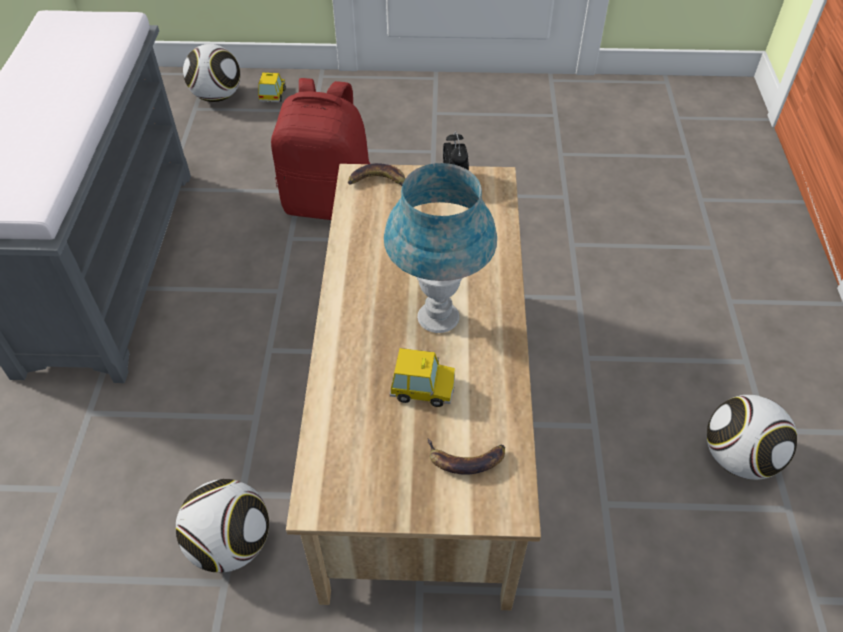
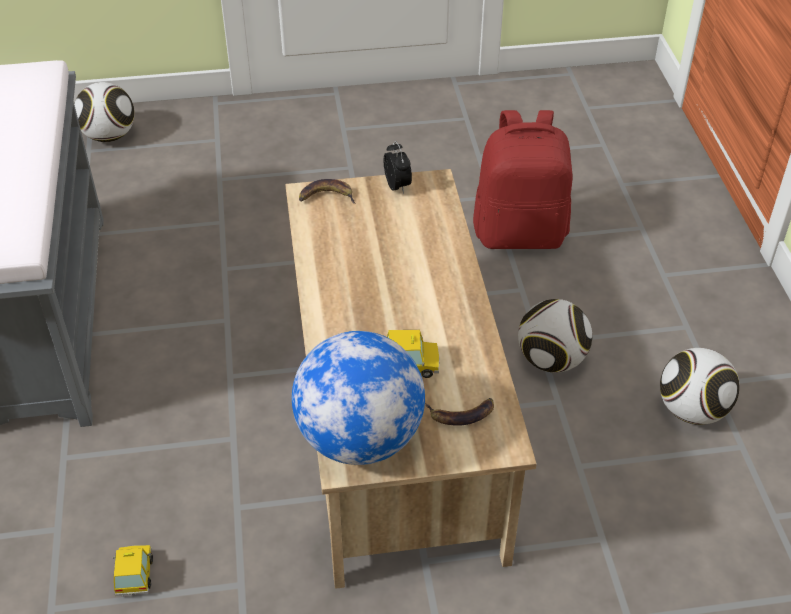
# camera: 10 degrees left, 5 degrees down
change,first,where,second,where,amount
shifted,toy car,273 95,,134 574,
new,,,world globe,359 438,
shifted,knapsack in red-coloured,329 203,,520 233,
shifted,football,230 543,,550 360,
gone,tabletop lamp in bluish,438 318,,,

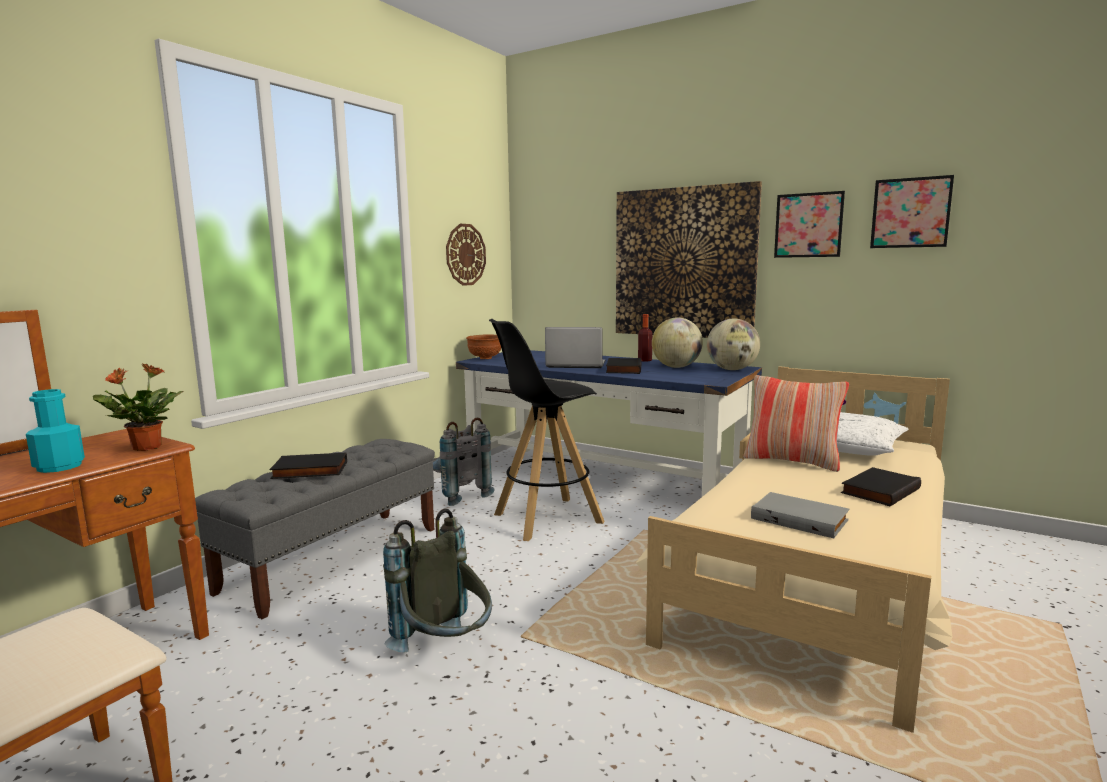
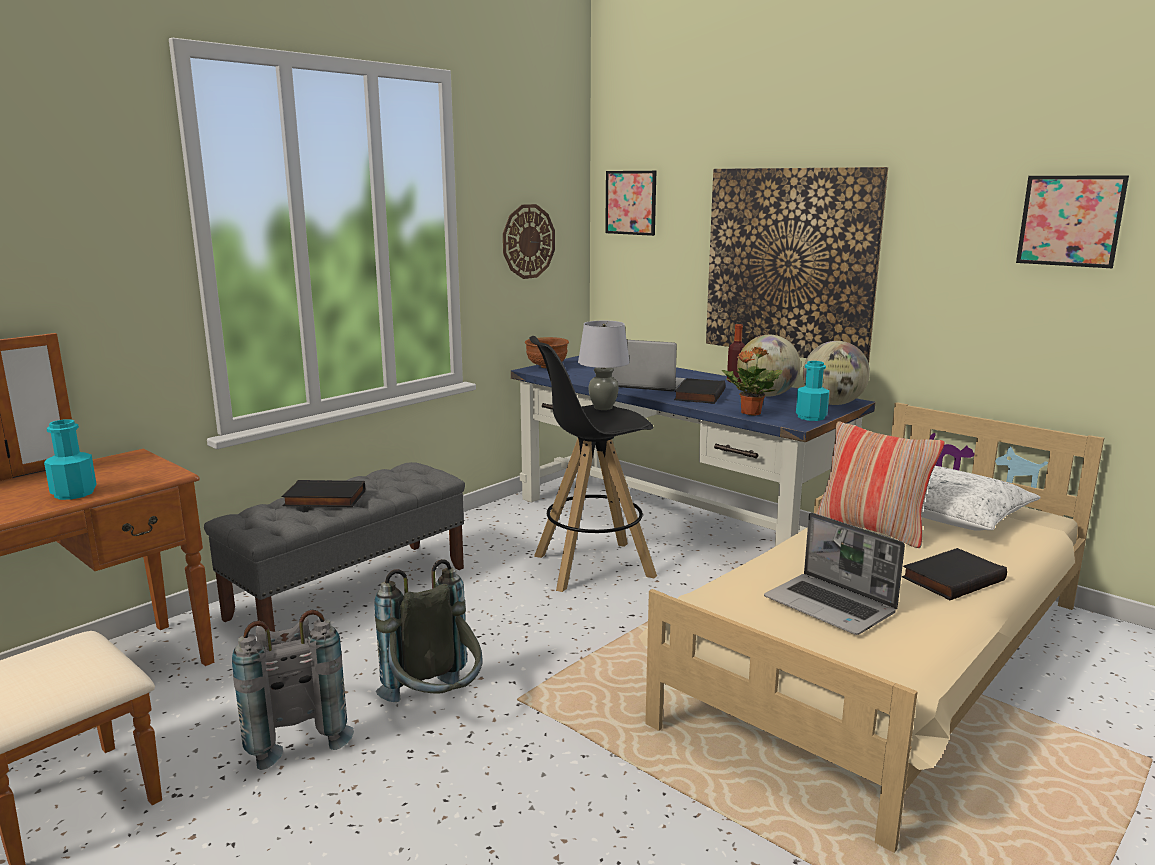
# camera: 10 degrees right, 5 degrees up
change,first,where,second,where,amount
shifted,knapsack in greyish,458 495,,293 734,
new,,,tabletop lamp in greyish,603 407,
shifted,wall picture,808 225,,631 202,
shifted,plant in a pot,145 448,,750 413,
swapped,book in greyish,800 519,notebook computer,831 606,
new,,,drink bottle in turquoise,811 417,

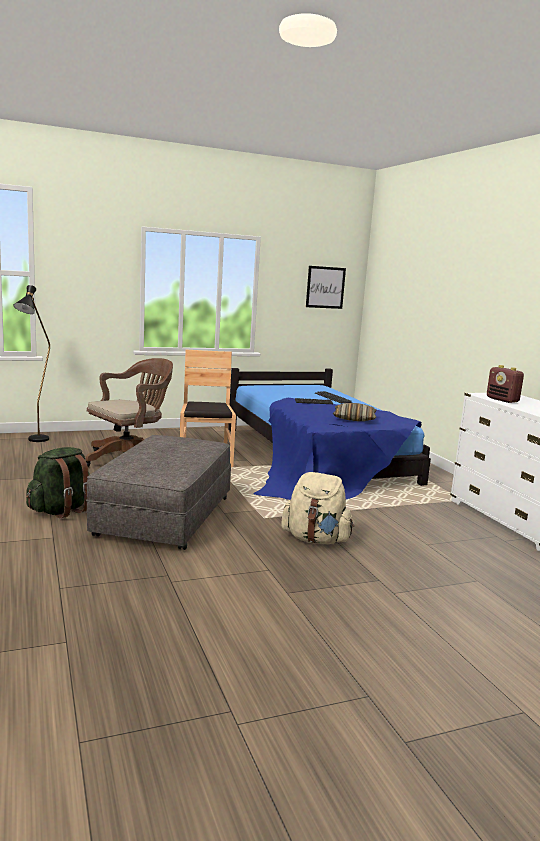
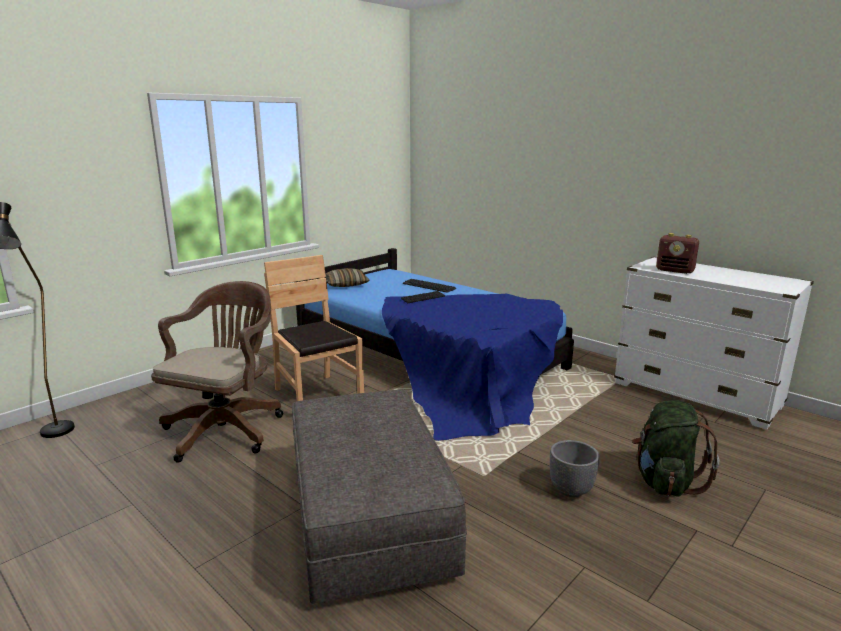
# camera: 25 degrees left, 5 degrees up
change,first,where,second,where,amount
shifted,pillow,354 419,,346 284,
swapped,knapsack in beige,316 539,plant pot in greyish,571 490,
shifted,knapsack in green-coloured,62 510,,665 481,
gone,wall picture,325 287,,,

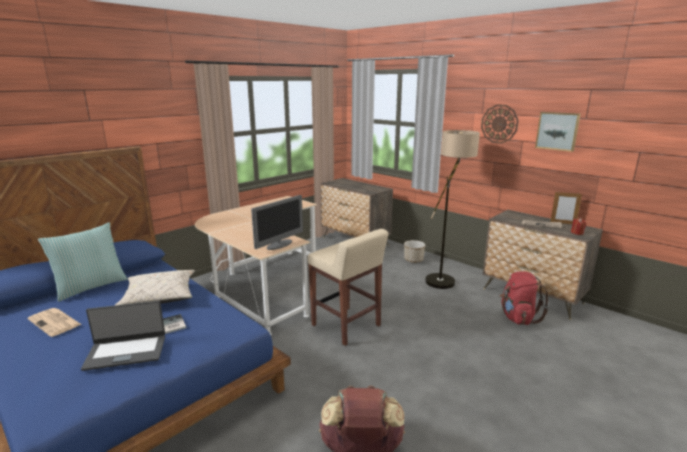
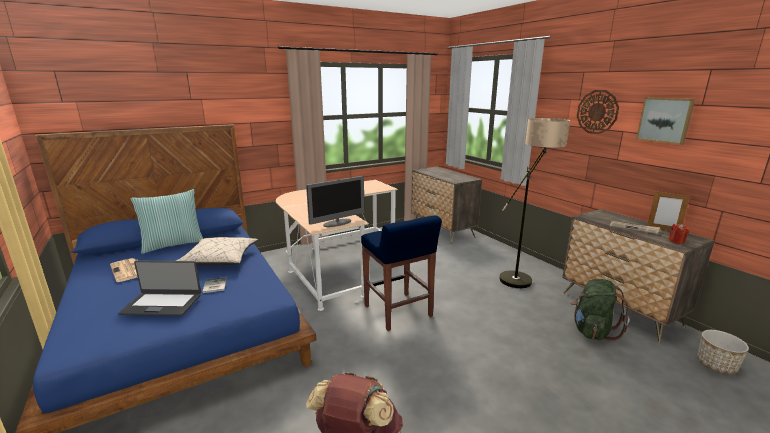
# camera: 15 degrees right, 0 degrees up
change,first,where,second,where,amount
repainted,stool in beige,347 326,stool in bluish,398 312,
repainted,knapsack in red-coloured,518 317,knapsack in green-coloured,592 331,
shifted,plant pot,413 260,,716 365,

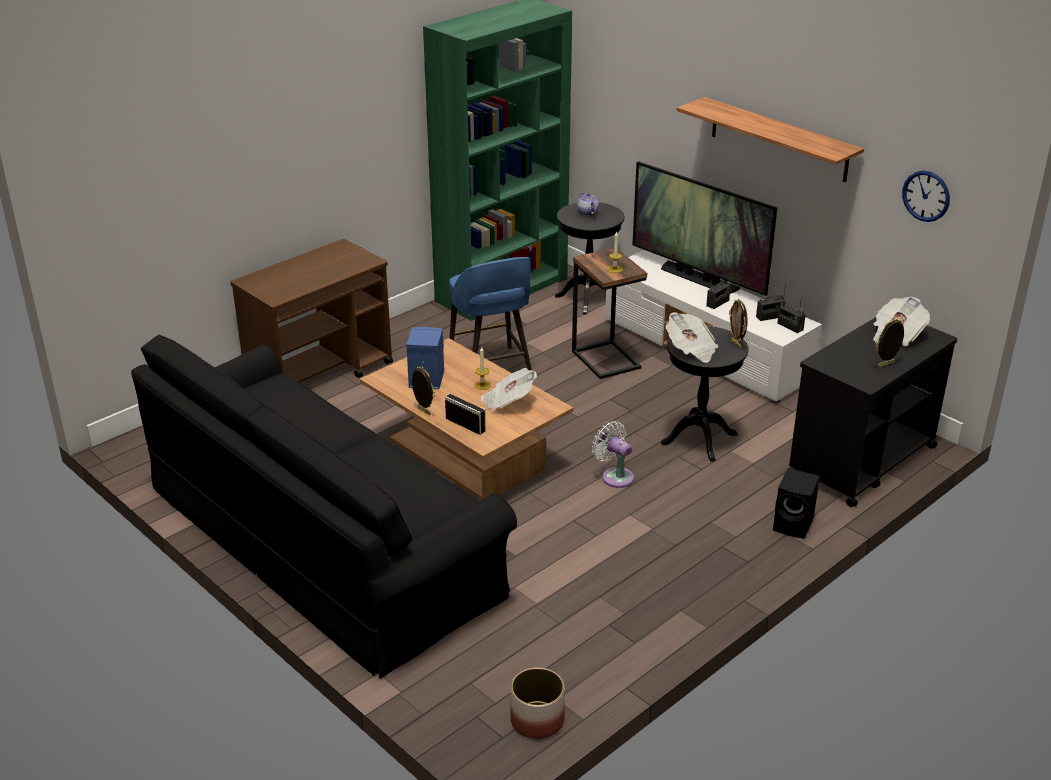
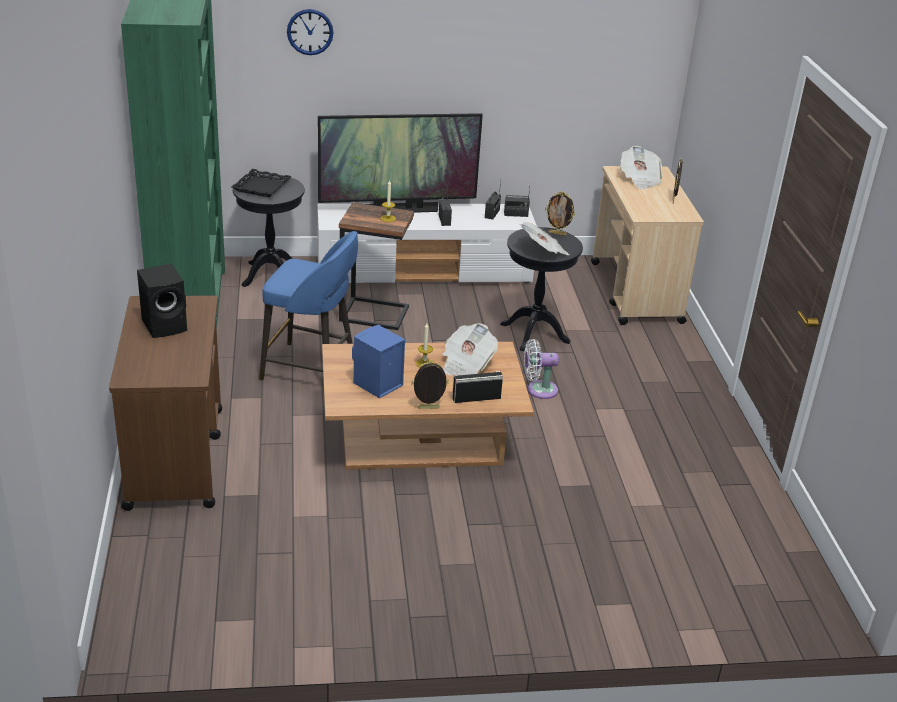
# camera: 55 degrees left, 0 degrees up
change,first,where,second,where,amount
shifted,audio speaker in black-coloured,794 525,,166 325,
swapped,tea pot,587 212,carrying tray in black-coloured,262 187,
shifted,clock on the wall,926 196,,310 32,
repainted,cart in black-coloured,861 461,cart in beige,636 293,
gone,settee in black-coloured,322 540,,,
gone,plant pot,537 721,,,
gone,shelf,778 139,,,

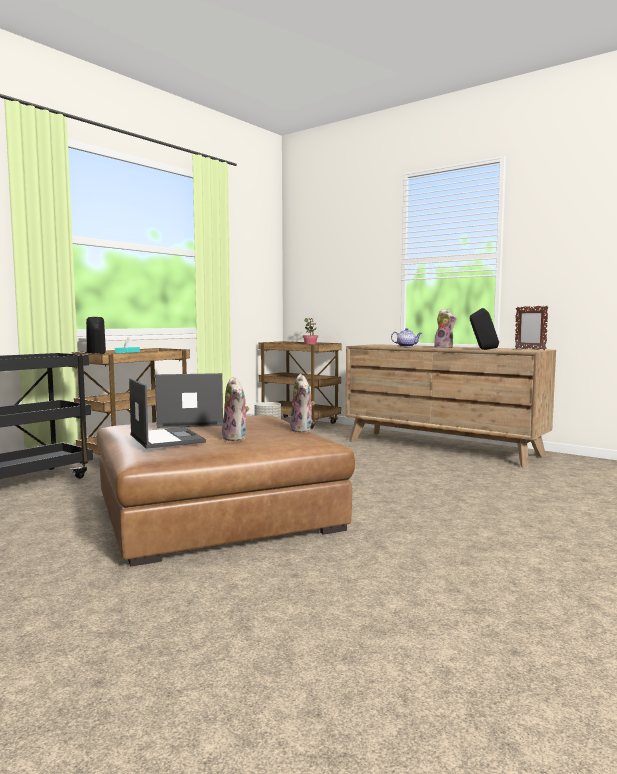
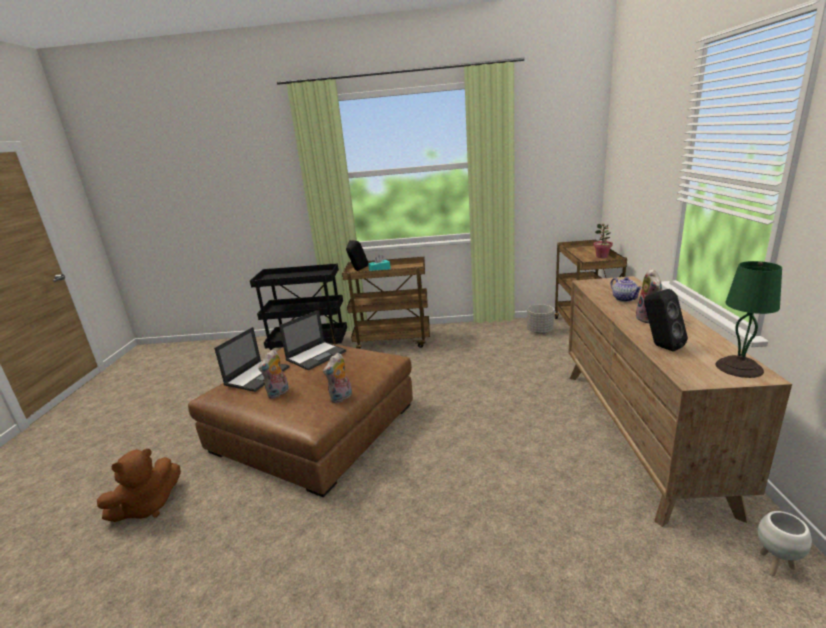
# camera: 55 degrees right, 15 degrees up
change,first,where,second,where,amount
new,,,cuddly toy in brown-coloured,148 507,
rotated,notebook computer,189 422,,316 355,90 degrees clockwise
swapped,standing frame,530 349,tabletop lamp in green-coloured,740 368,
new,,,plant pot in white-coloured,775 565,

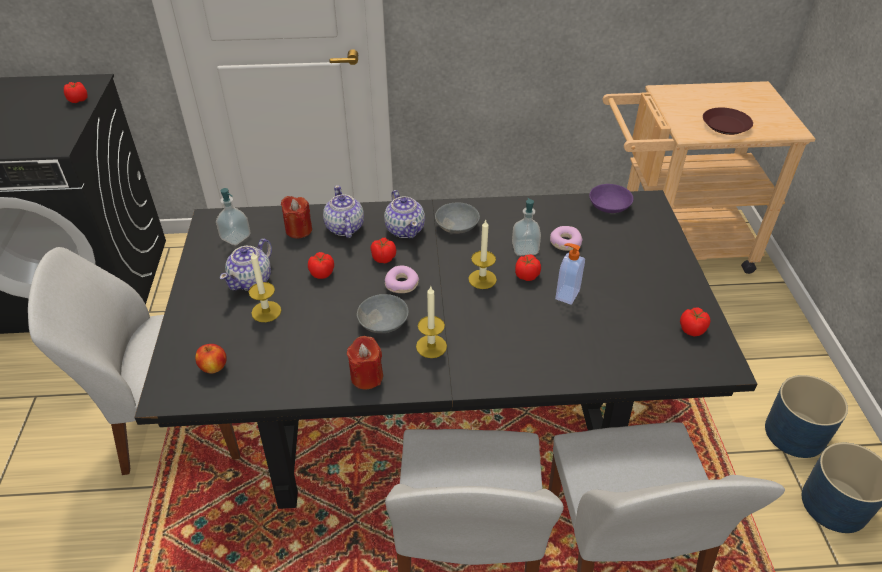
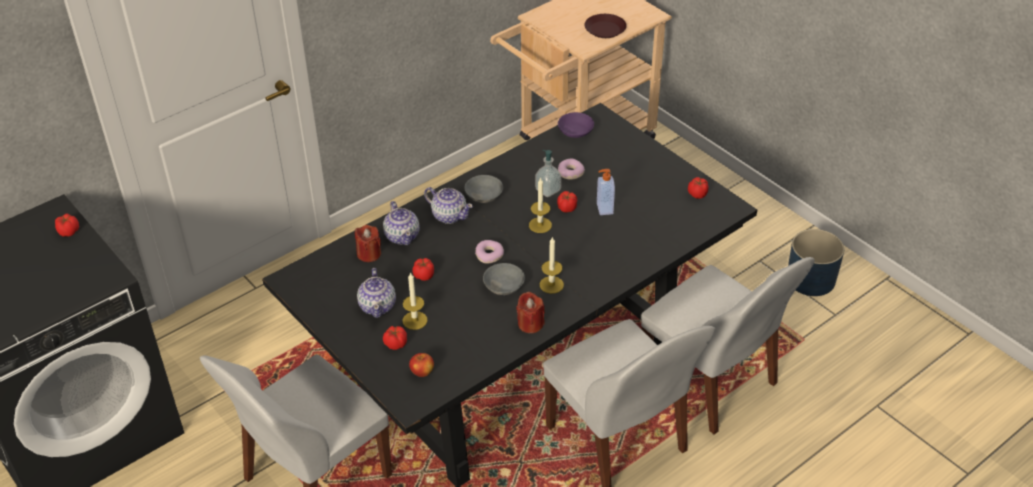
# camera: 35 degrees left, 0 degrees up
change,first,where,second,where,amount
rotated,tea pot,344 228,,402 236,150 degrees counterclockwise
shifted,whole tomato,383 258,,395 344,
gone,liquid soap bottle,235 237,,,
gone,plant pot in bluish,795 434,,,

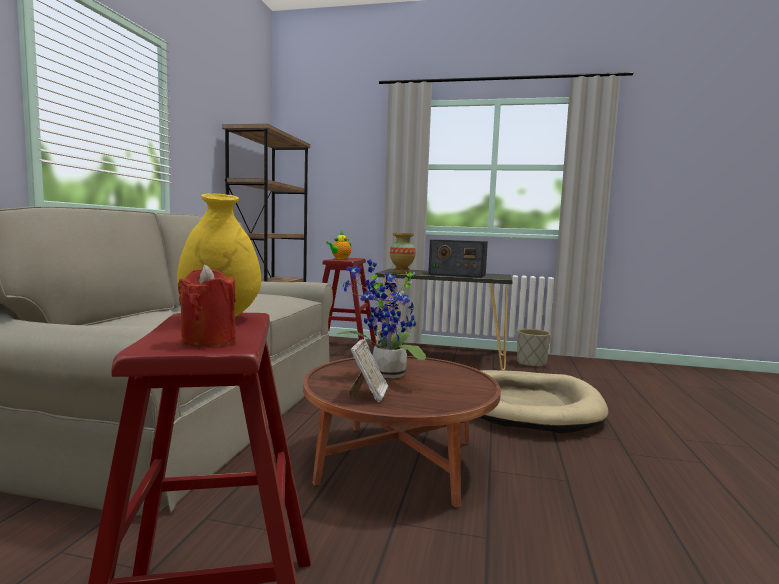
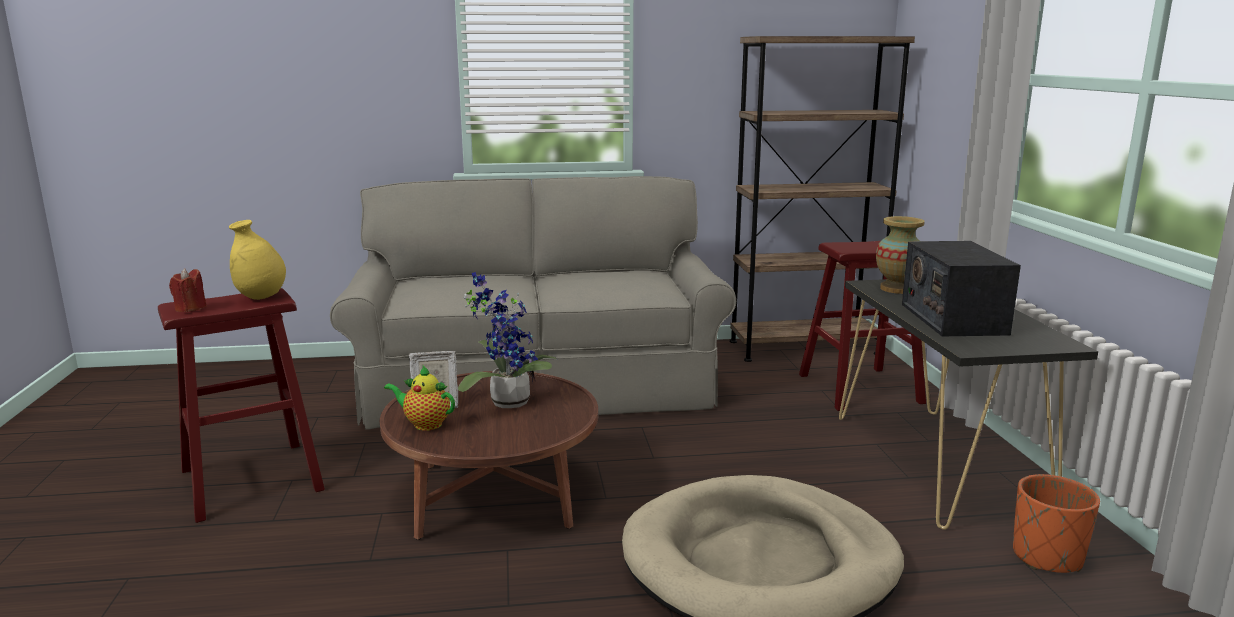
# camera: 70 degrees right, 10 degrees up
change,first,where,second,where,amount
shifted,tea pot,340 258,,424 424,
repainted,plant pot in greyish,531 363,plant pot in orange,1047 557,

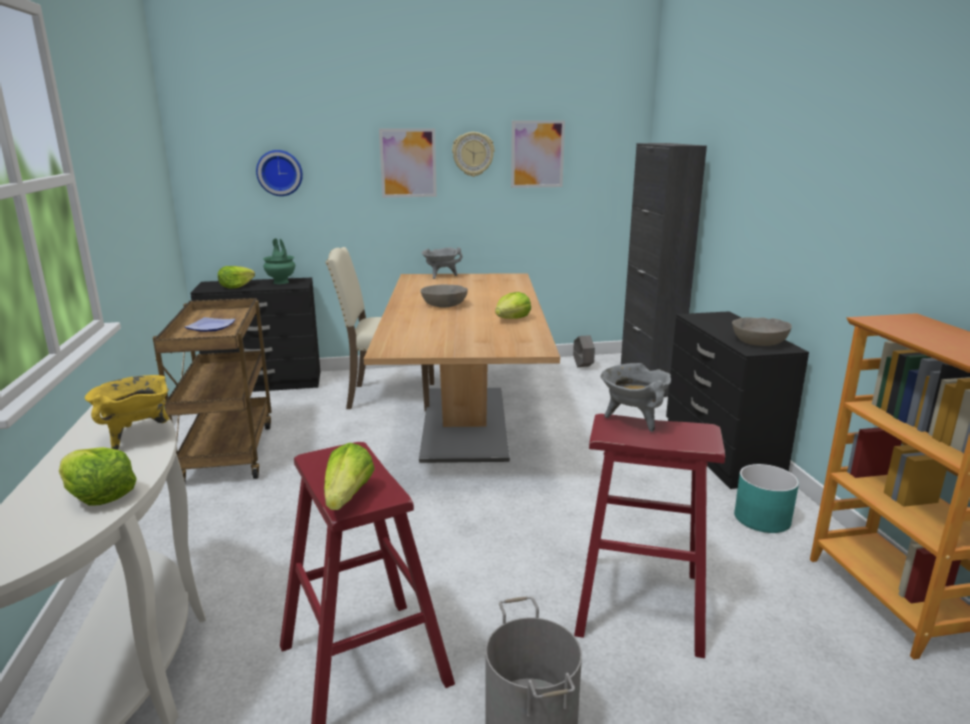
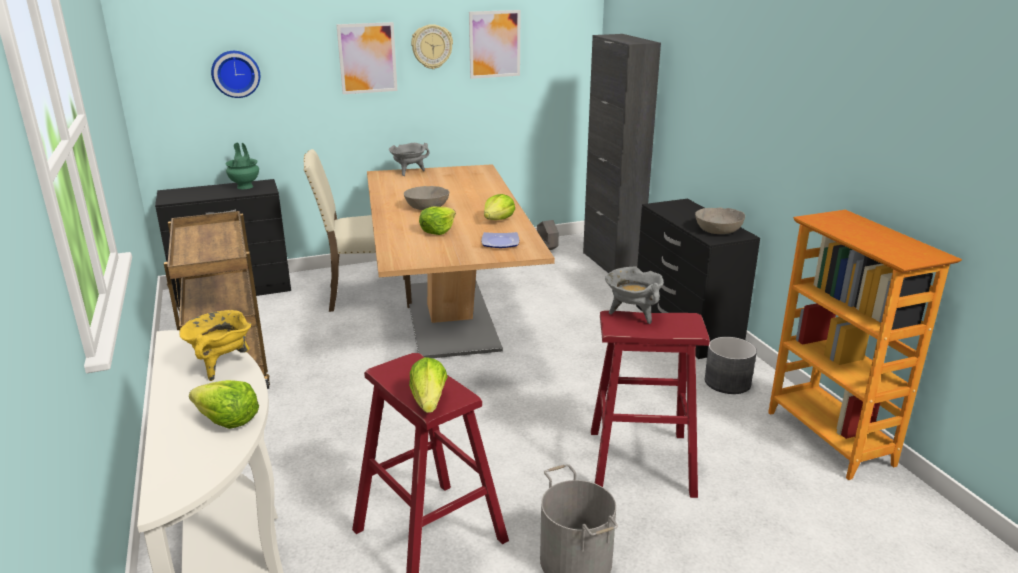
# camera: 10 degrees left, 5 degrees up
change,first,where,second,where,amount
shifted,lettuce,236 286,,437 231,
shifted,plate,212 327,,501 242,
repainted,plant pot in turquoise,762 518,plant pot in greyish,728 382,

